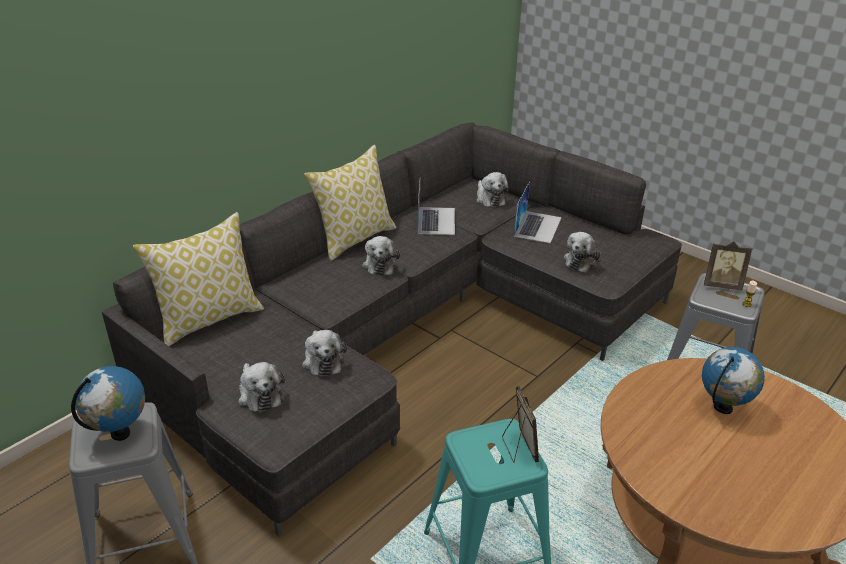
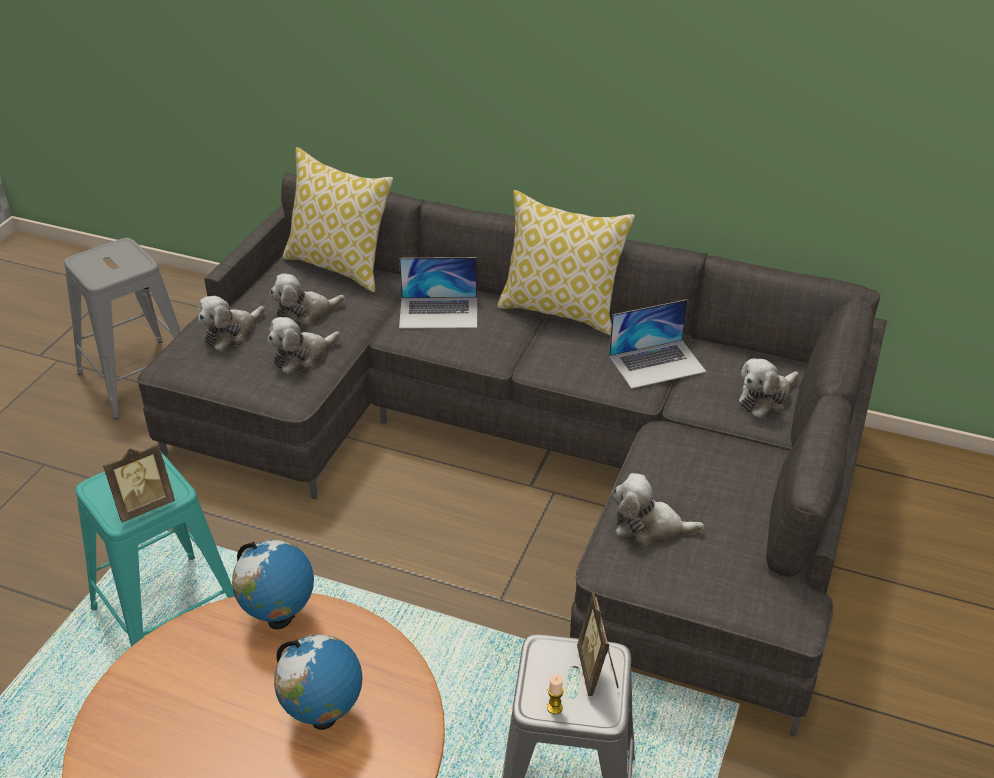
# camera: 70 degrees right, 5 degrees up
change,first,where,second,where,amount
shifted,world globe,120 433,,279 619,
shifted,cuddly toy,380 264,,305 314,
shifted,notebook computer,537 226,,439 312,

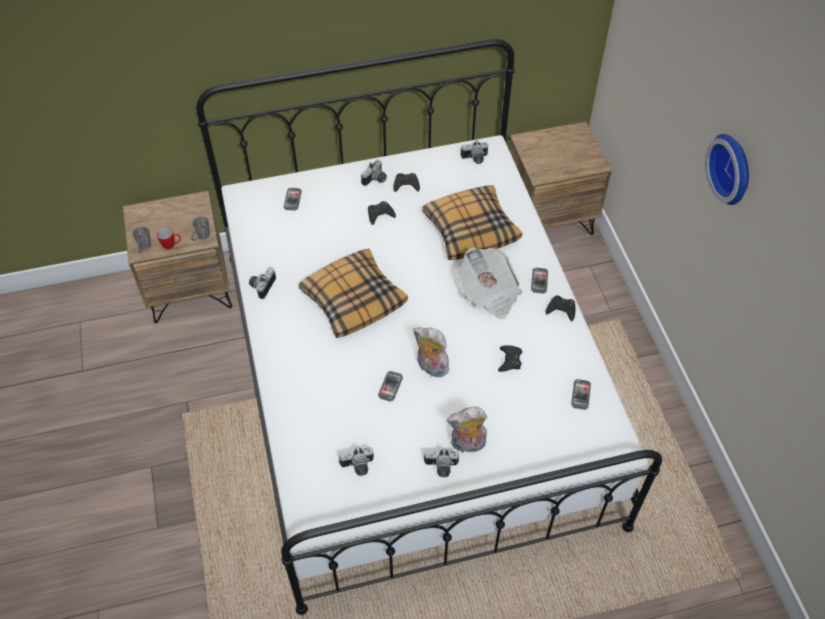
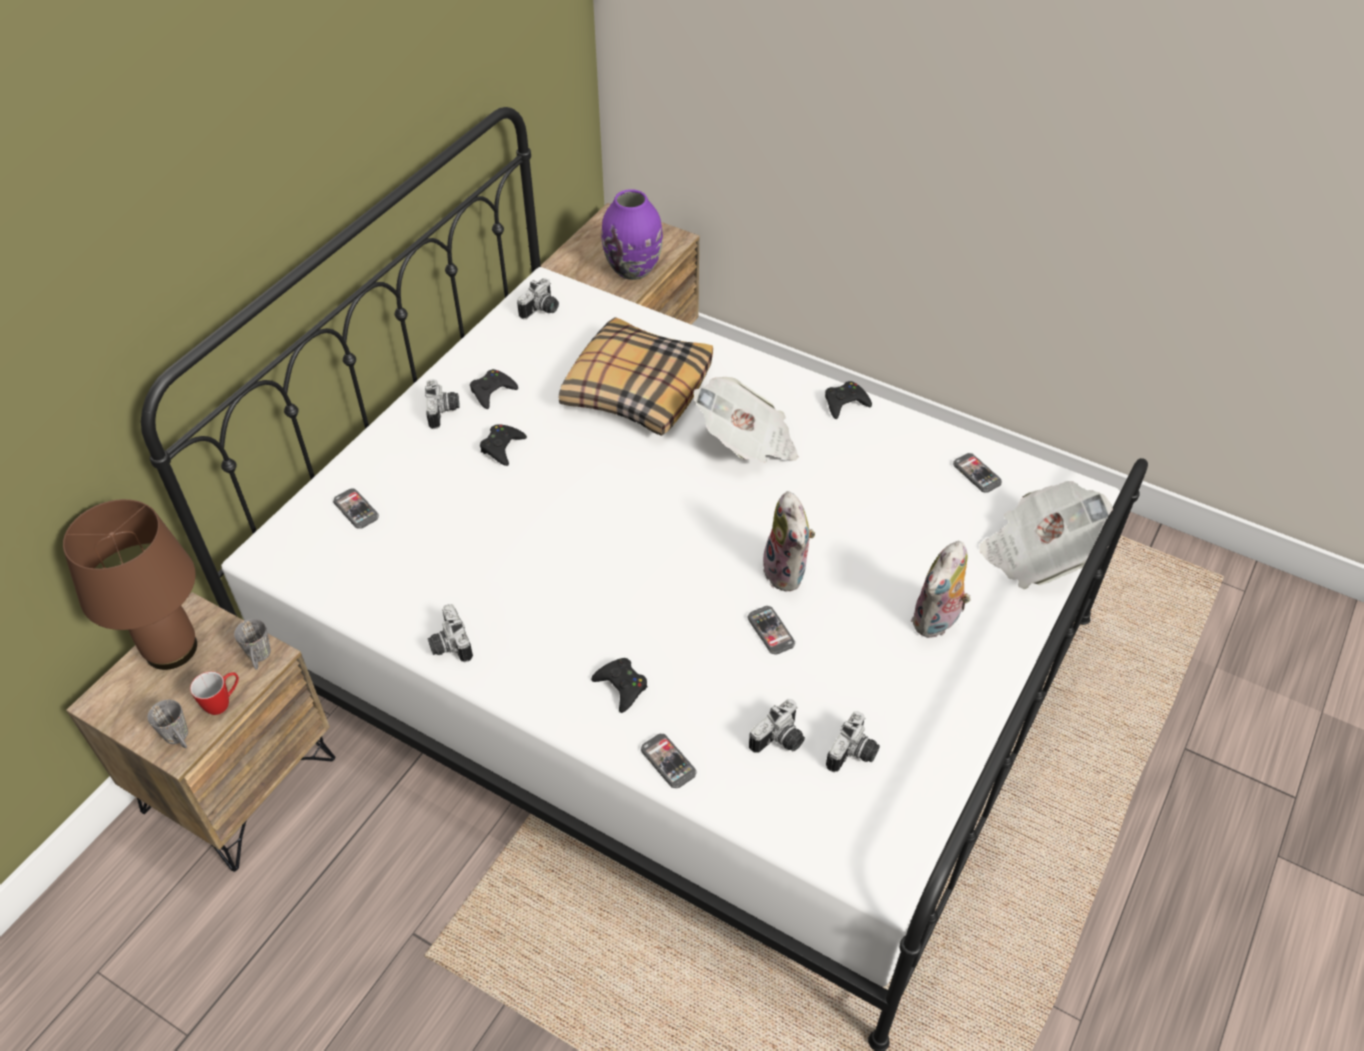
# camera: 45 degrees left, 5 degrees down
change,first,where,second,where,amount
new,,,tabletop lamp in brown-coloured,170 649,
shifted,gamepad in black-coloured,509 360,,621 686,
new,,,flower vase in purple-coloured,634 269,
shifted,phone,539 281,,668 762,
shifted,still camera,441 468,,780 741,
rotated,cuddly toy,430 367,,788 572,90 degrees counterclockwise
new,,,daily paper,1038 554,
gone,pillow,353 299,,,
gone,clock on the wall,733 168,,,

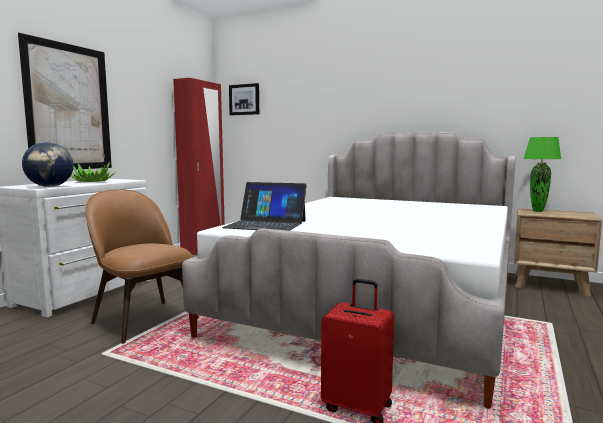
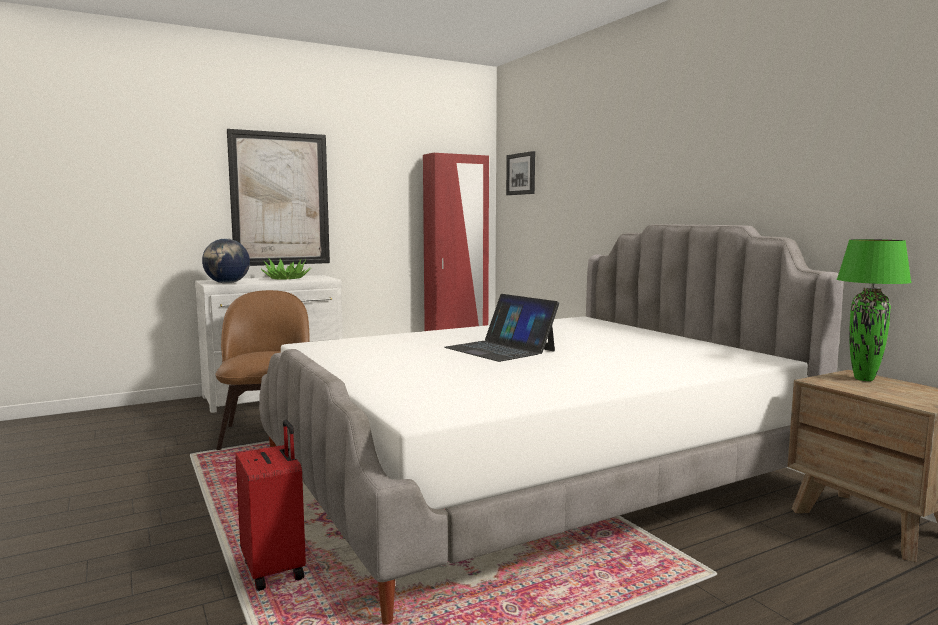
# camera: 35 degrees right, 0 degrees up
change,first,where,second,where,amount
shifted,notebook computer,266 224,,500 349,

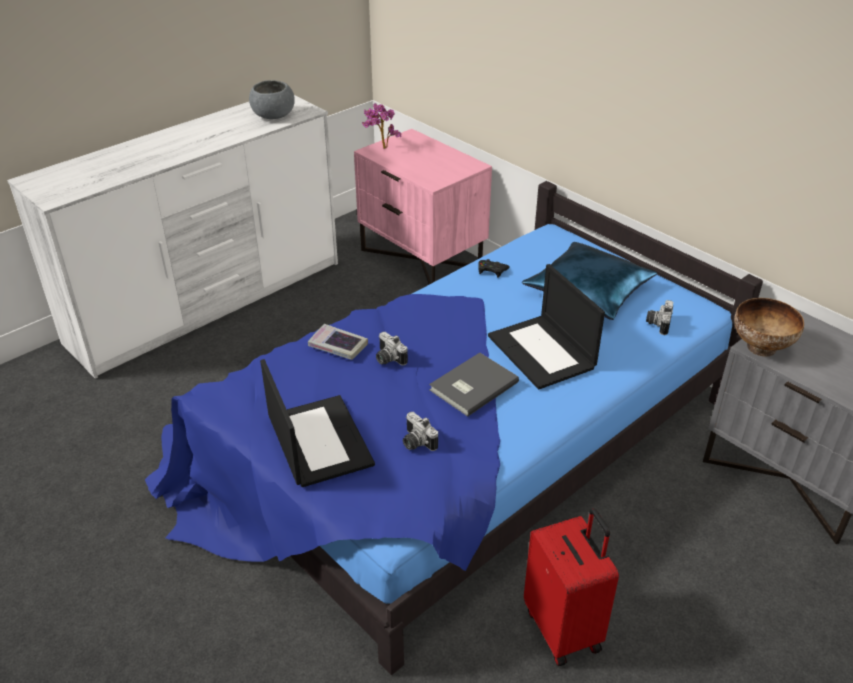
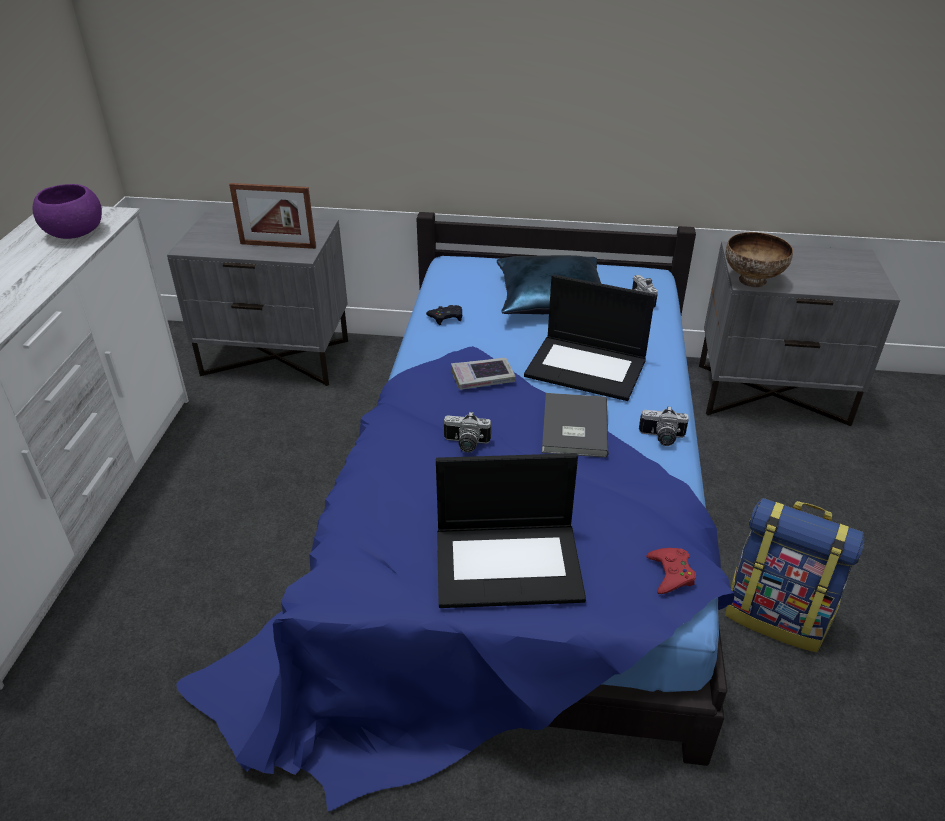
# camera: 40 degrees left, 0 degrees up
change,first,where,second,where,amount
repainted,serving bowl in greyish,273 115,serving bowl in purple-coloured,74 233,
repainted,night table in pink-coloured,422 259,night table in greyish,277 356,
new,,,standing frame,278 245,
rotated,notebook computer,318 440,,509 563,150 degrees clockwise
shifted,book,338 346,,483 378,
shifted,still camera,416 442,,662 438,
new,,,gamepad in red-coloured,670 574,
swapped,piece of luggage in red-coloured,564 629,knapsack,777 615,
gone,plant in a pot,381 148,,,

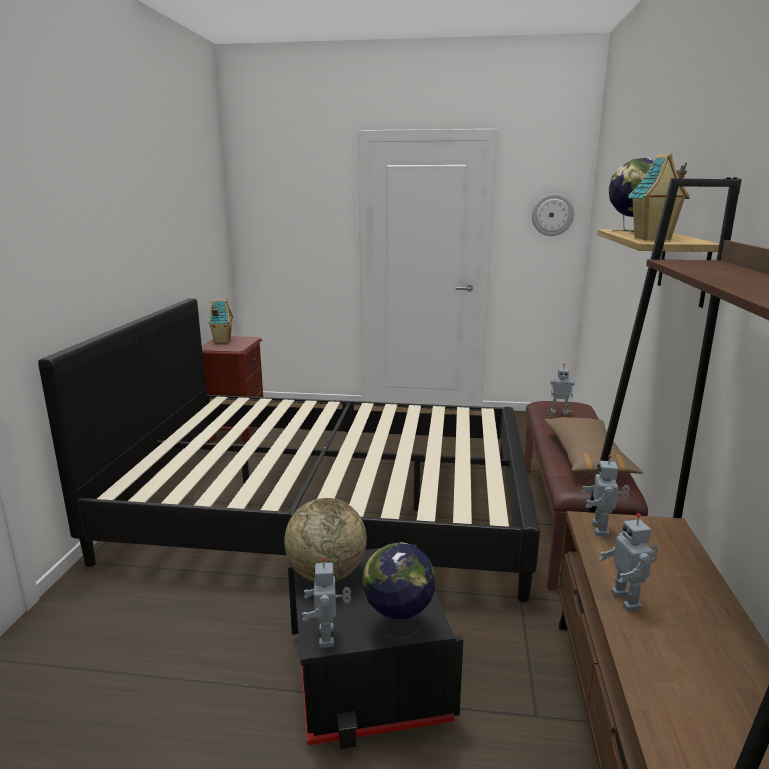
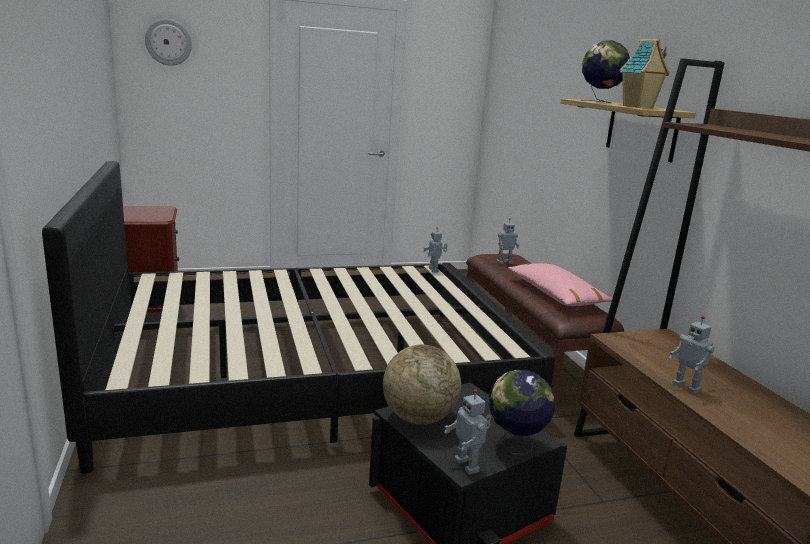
# camera: 25 degrees left, 0 degrees up
change,first,where,second,where,amount
shifted,clock on the wall,552 215,,168 42,
shifted,robot figure,602 530,,434 270,
repainted,pillow in brown-coloured,586 457,pillow in pink-coloured,556 295,
gone,model house,222 341,,,

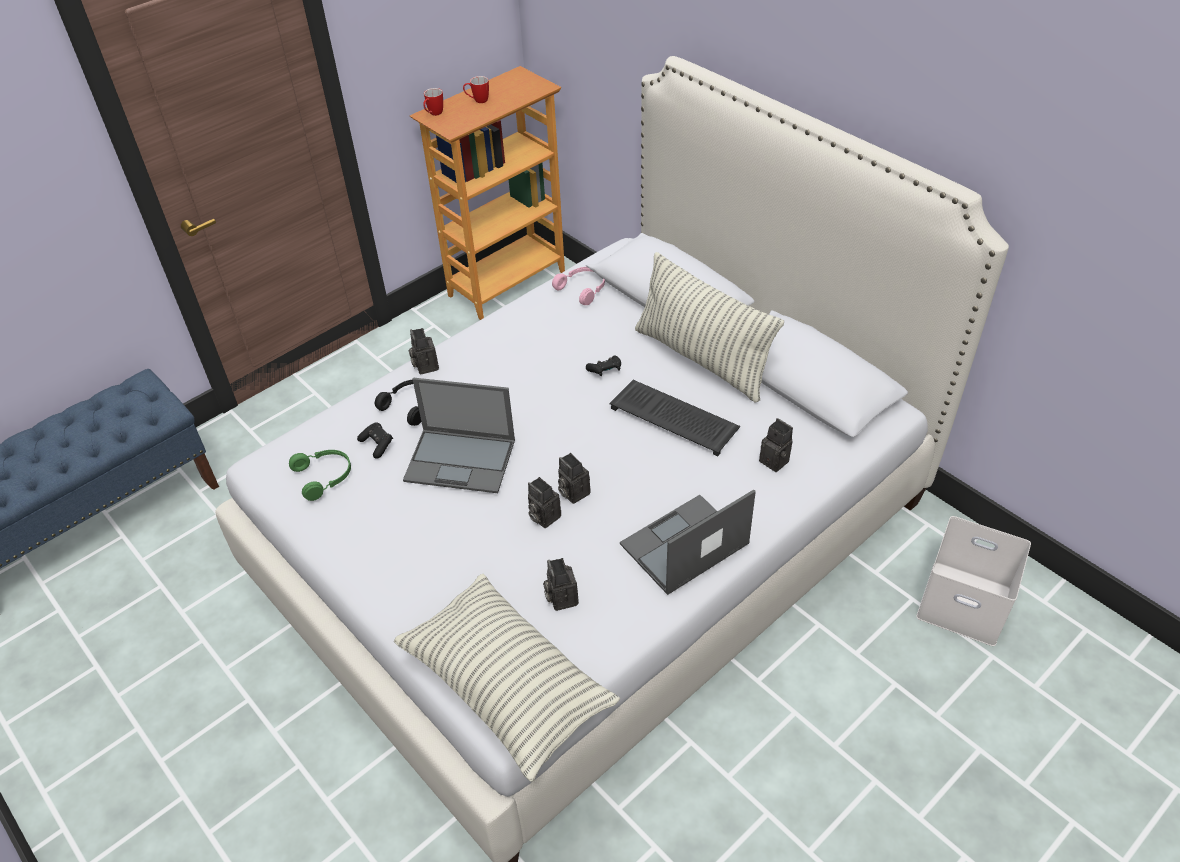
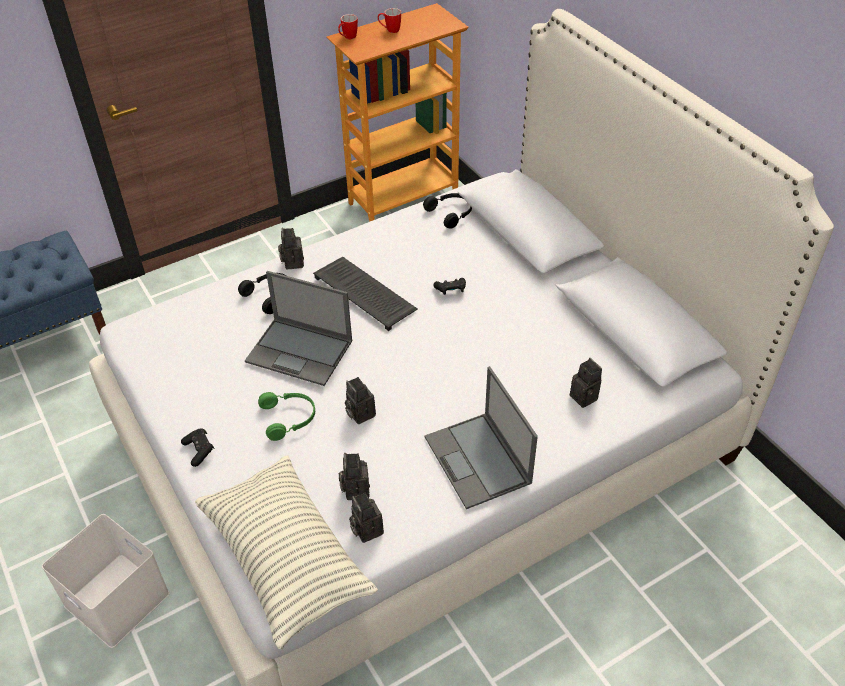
# camera: 10 degrees right, 0 degrees up
change,first,where,second,where,amount
shifted,storage bin in white-coloured,961 604,,114 599,
shifted,gamepad in black-coloured,377 444,,199 450,
shifted,pair of headphones in green-coloured,325 476,,289 418,
shifted,computer keyboard,675 418,,366 294,
shifted,still camera,572 492,,365 529,
repainted,pair of headphones in pink-coloured,583 289,pair of headphones in black-coloured,451 213,
rotated,notebook computer,683 545,,478 461,90 degrees counterclockwise
gone,pillow,702 359,,,

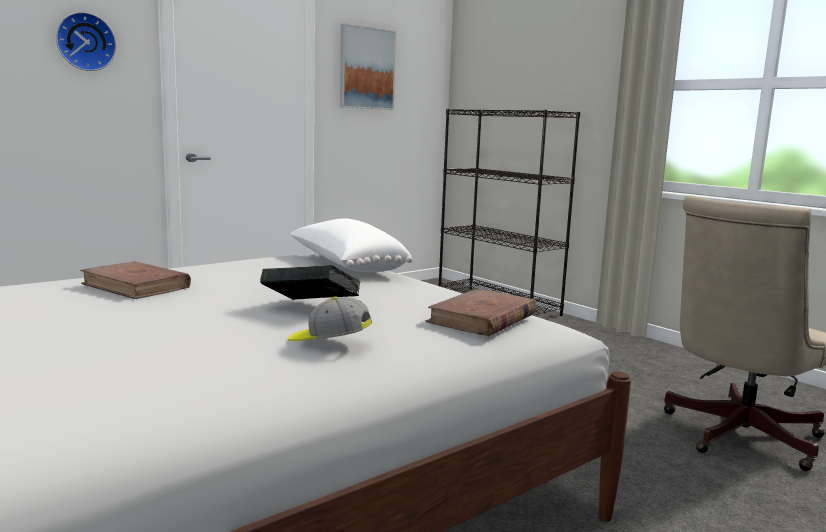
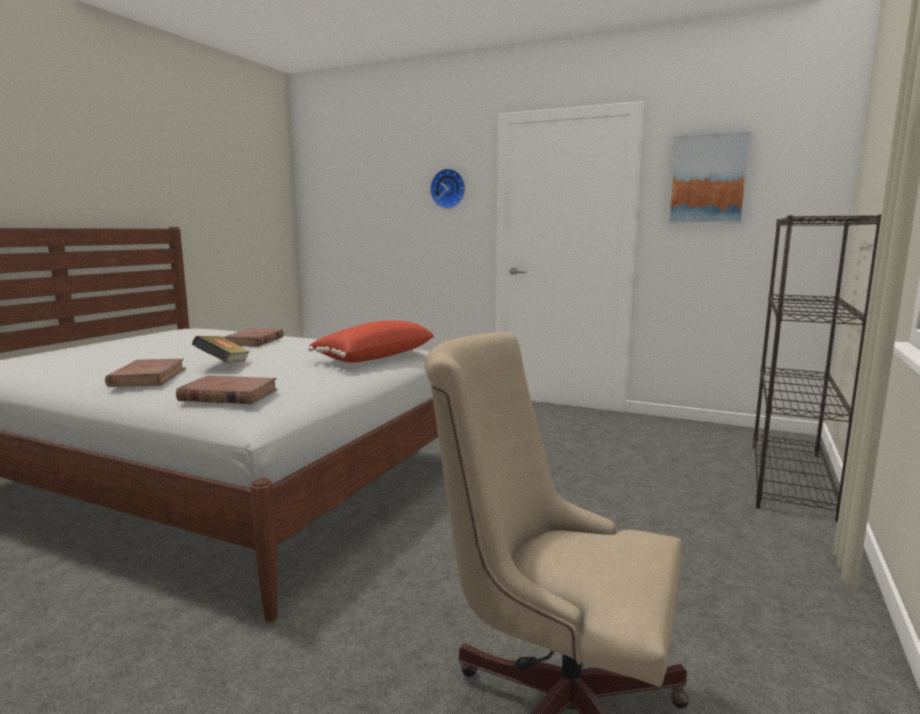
# camera: 65 degrees right, 0 degrees up
change,first,where,second,where,amount
swapped,cap,328 342,book in brown-coloured,148 377,
repainted,pillow in white-coloured,346 266,pillow in red-coloured,374 357,

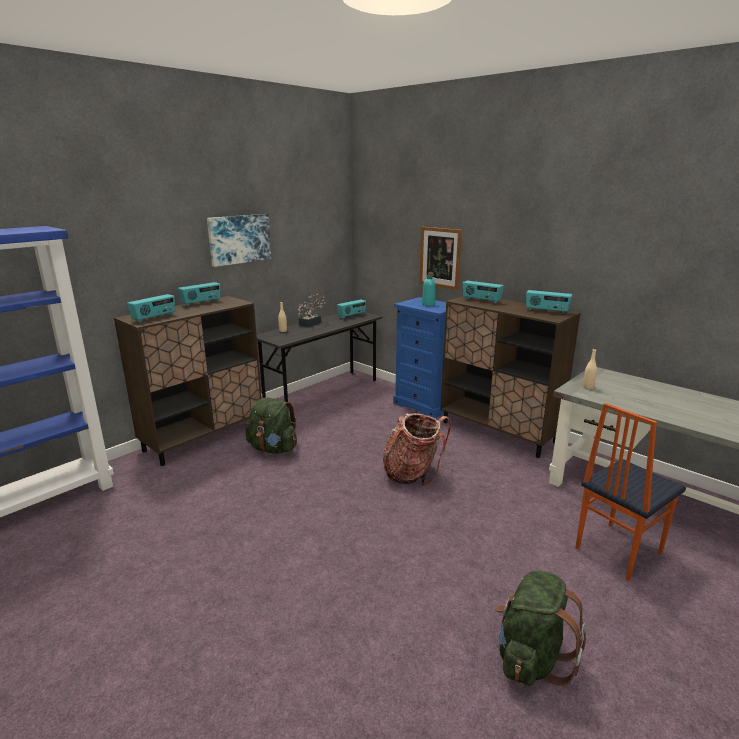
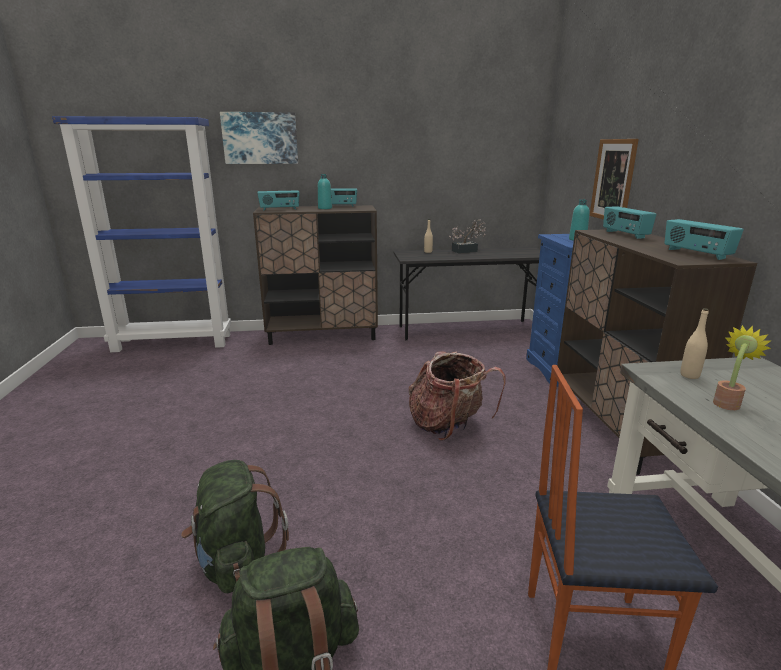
# camera: 40 degrees right, 0 degrees up
change,first,where,second,where,amount
shifted,knapsack in green-coloured,273 449,,237 561,
shifted,wall picture,239 239,,260 138,
new,,,drink bottle in turquoise,325 208,
new,,,plant in a pot,727 402,
gone,radio receiver,352 316,,,

